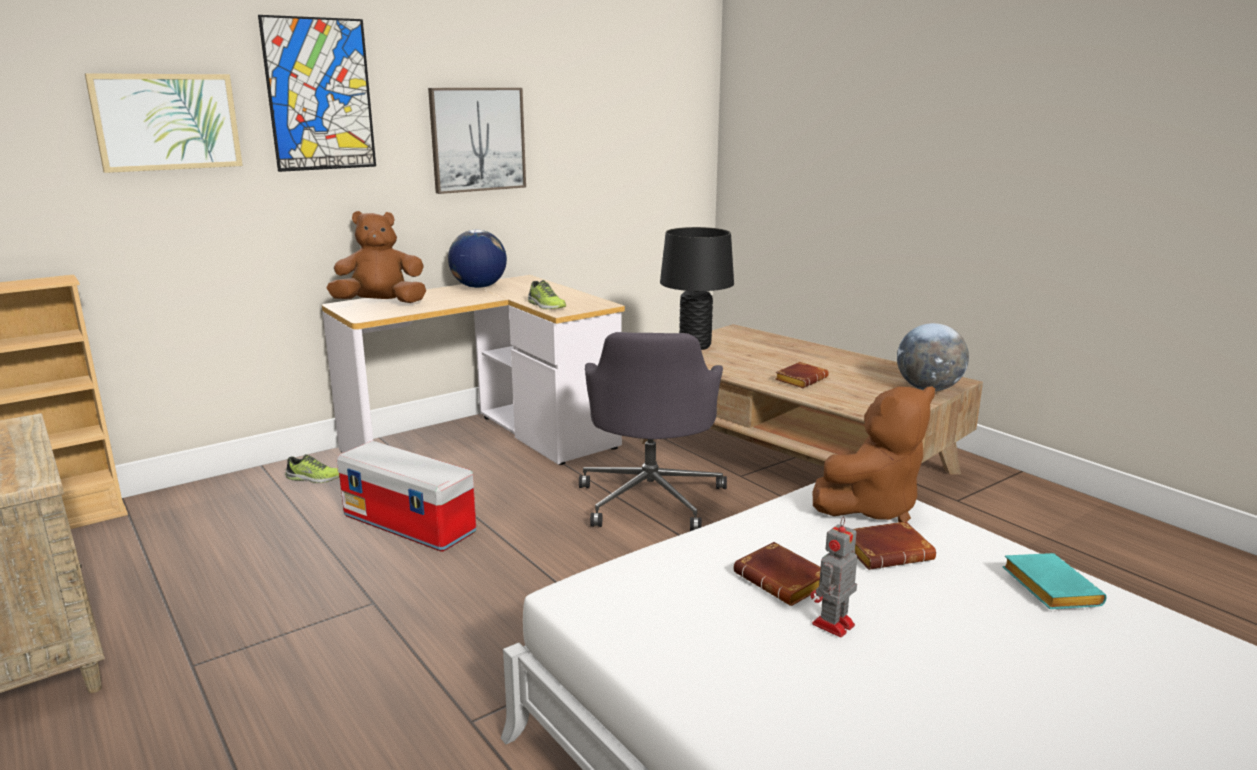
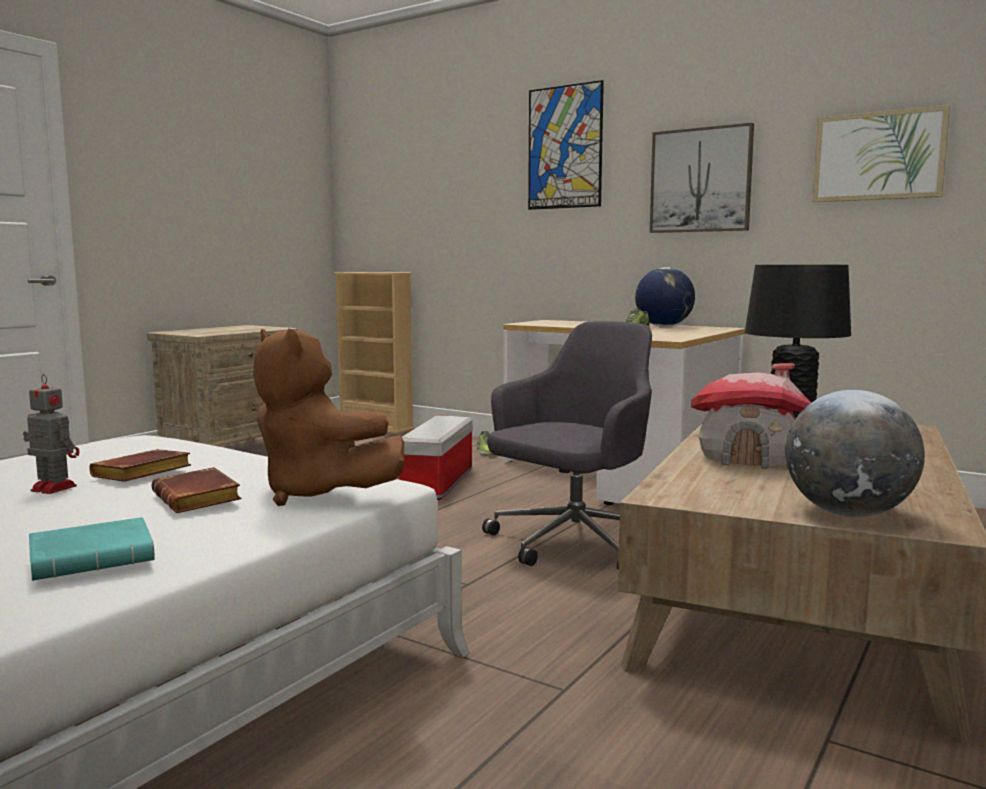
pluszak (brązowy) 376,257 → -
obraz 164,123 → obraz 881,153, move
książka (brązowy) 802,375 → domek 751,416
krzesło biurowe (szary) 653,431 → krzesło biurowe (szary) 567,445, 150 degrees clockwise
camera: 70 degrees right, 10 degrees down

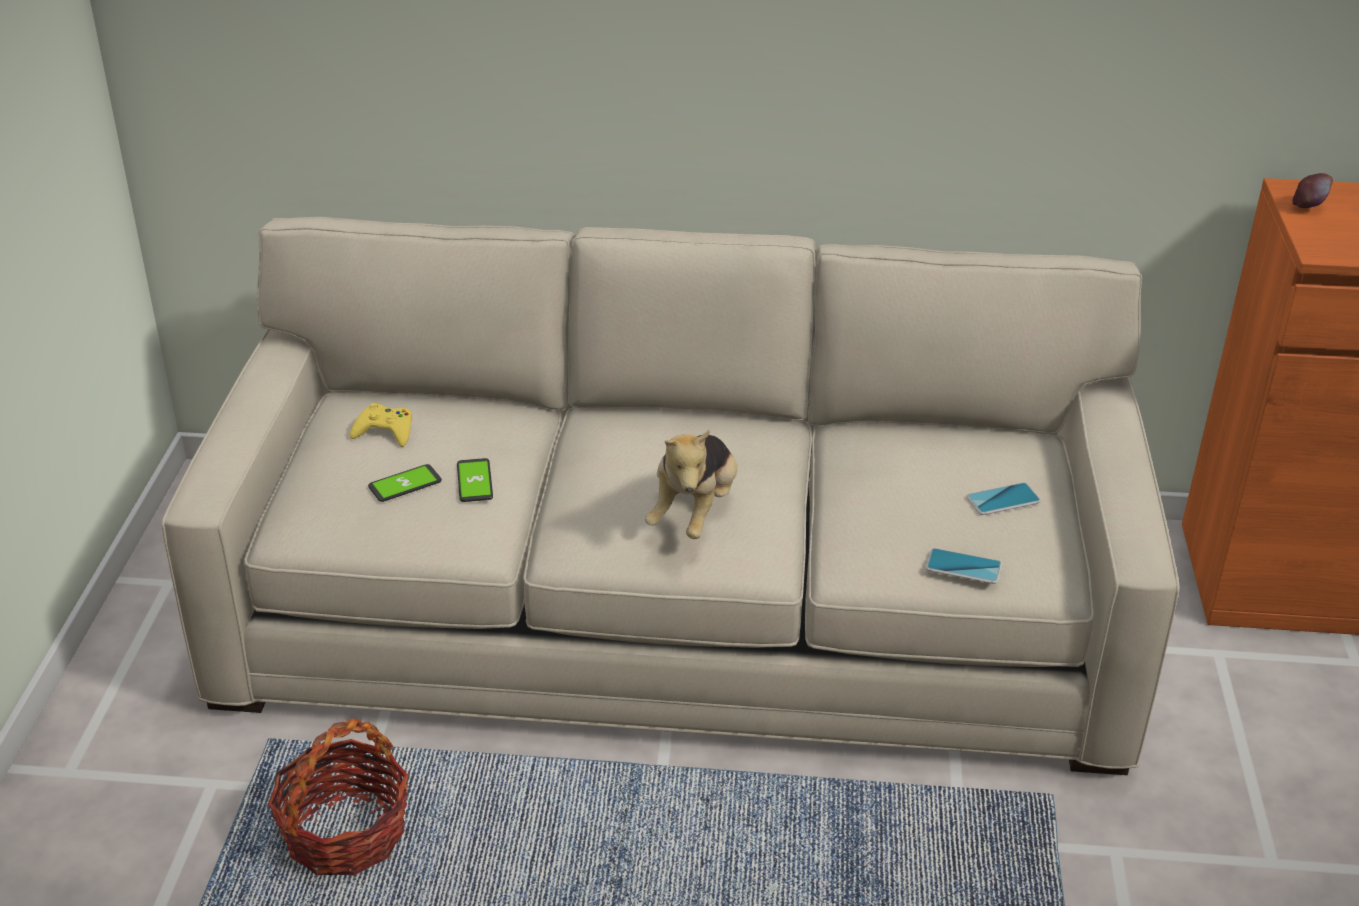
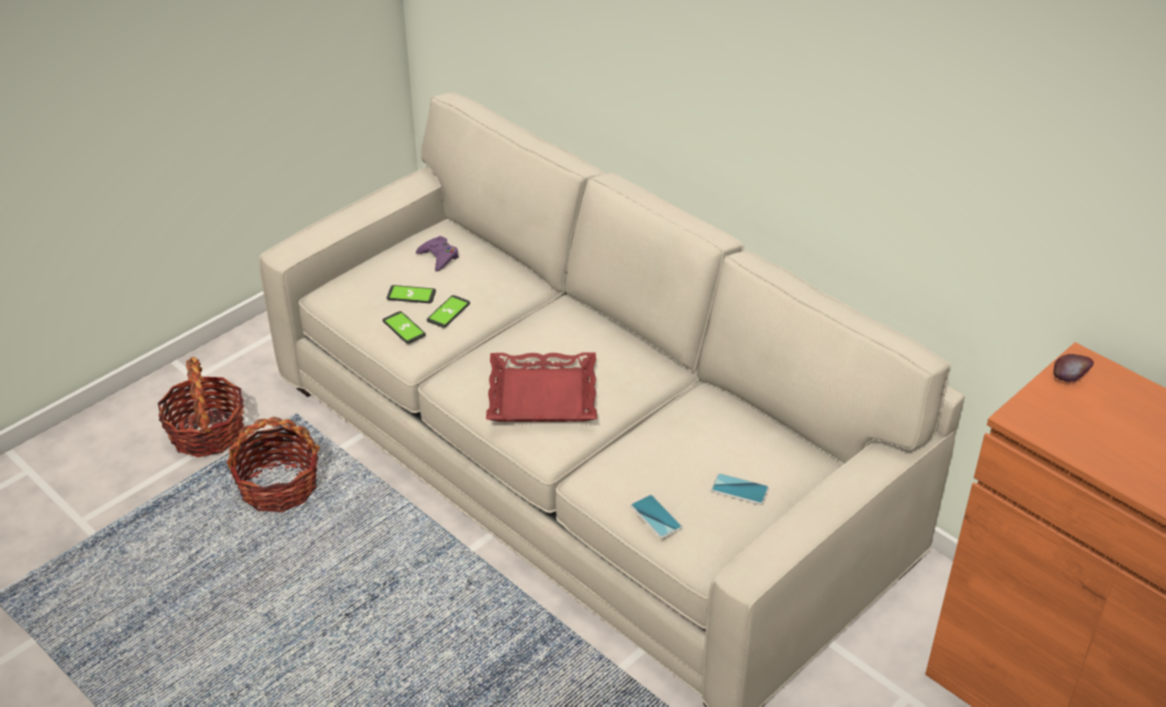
- → koszyk 201,407
- → telefon 404,327
pluszak 691,484 → taca (czerwony) 541,387
pad do gier (żółty) 381,425 → pad do gier (fioletowy) 437,254
camera: 40 degrees right, 5 degrees up

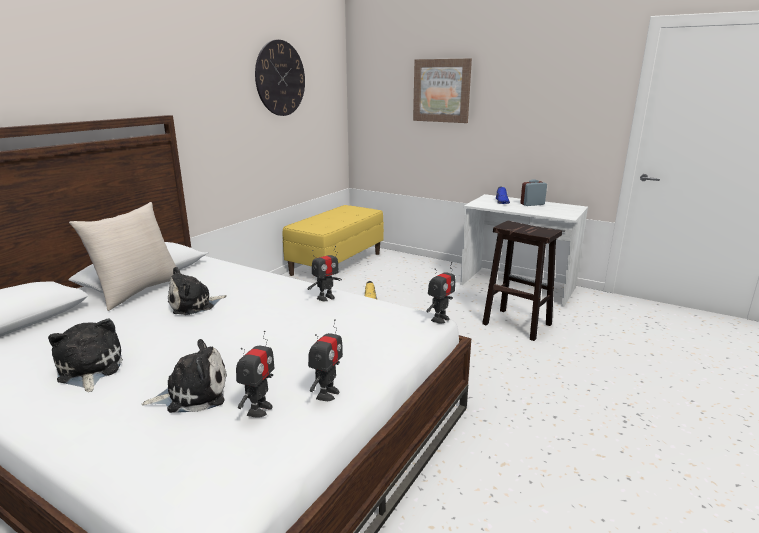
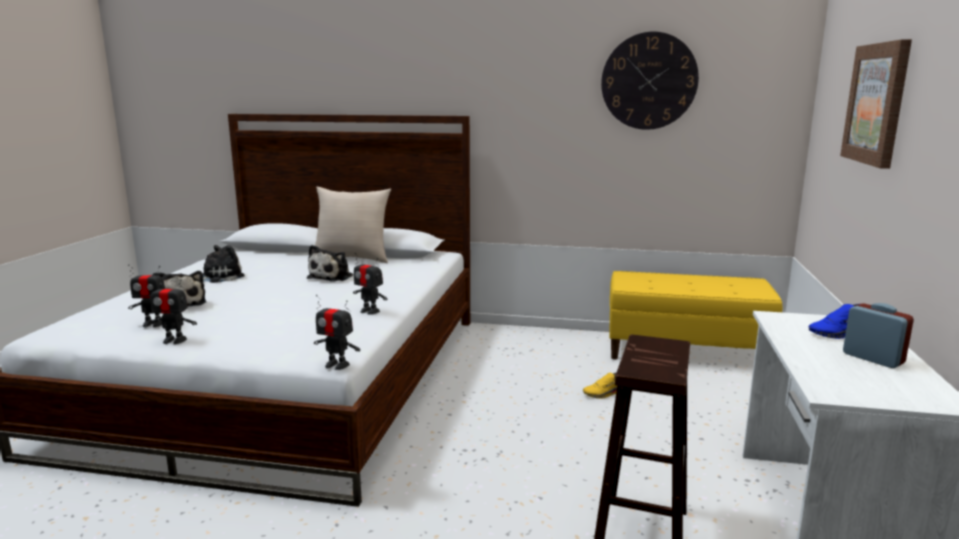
pluszak 197,291 → pluszak 330,263, 105 degrees counterclockwise
camera: 70 degrees right, 5 degrees down

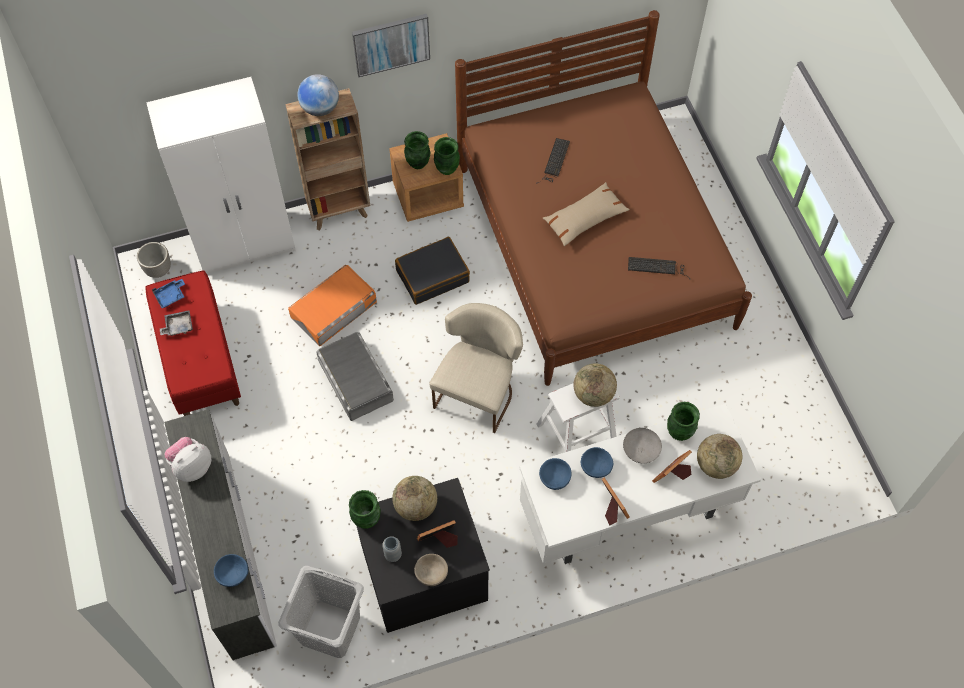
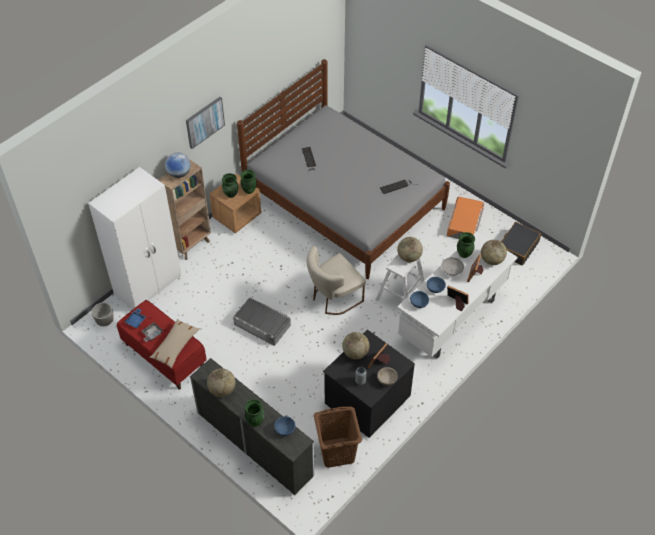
pojemnik do przechowywania (pomarańczowy) 332,305 → pojemnik do przechowywania (pomarańczowy) 465,218, move
wazon (zielony) 365,509 → wazon (zielony) 254,413, move
walizka (czarny) 432,271 → walizka (czarny) 521,244, move
poduszka (beżowy) 586,214 → poduszka (beżowy) 174,343, move
pluszak 188,459 → globus 221,382
kosz na pranie (szary) 321,612 → kosz na pranie (brązowy) 338,437
łóżko (brązowy) 603,198 → łóżko (szary) 343,169
krzesło (beżowy) 476,368 → krzesło (beżowy) 336,280, 120 degrees counterclockwise
camera: 30 degrees left, 10 degrees down

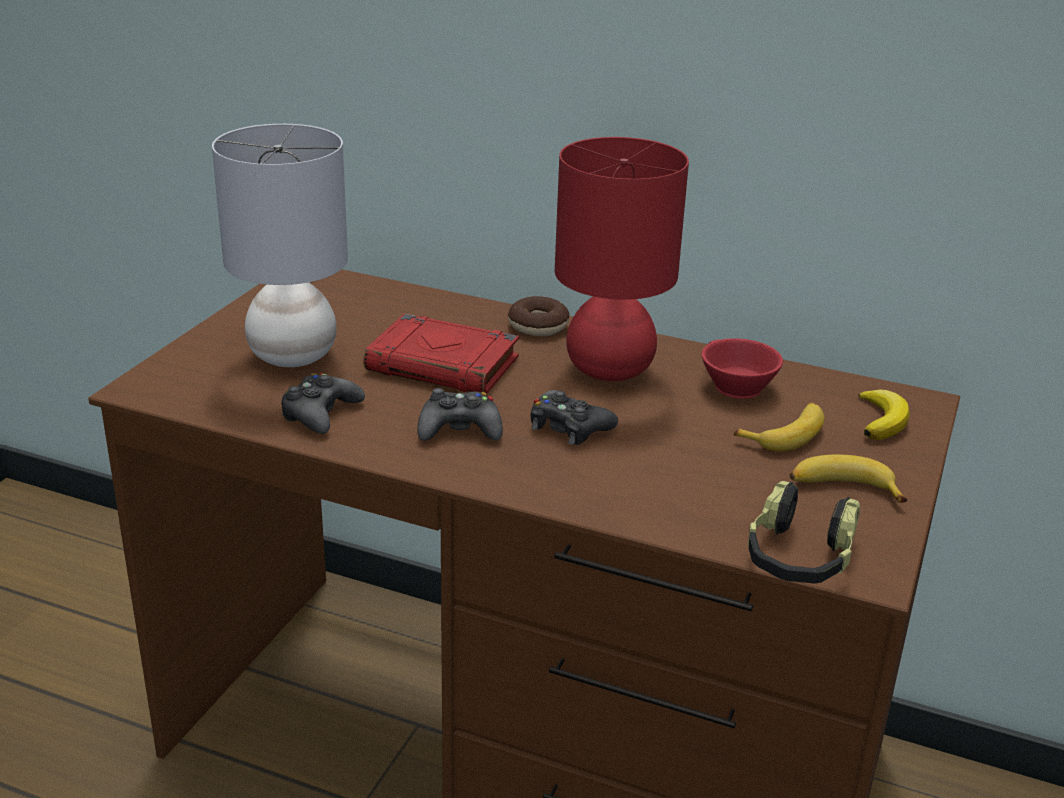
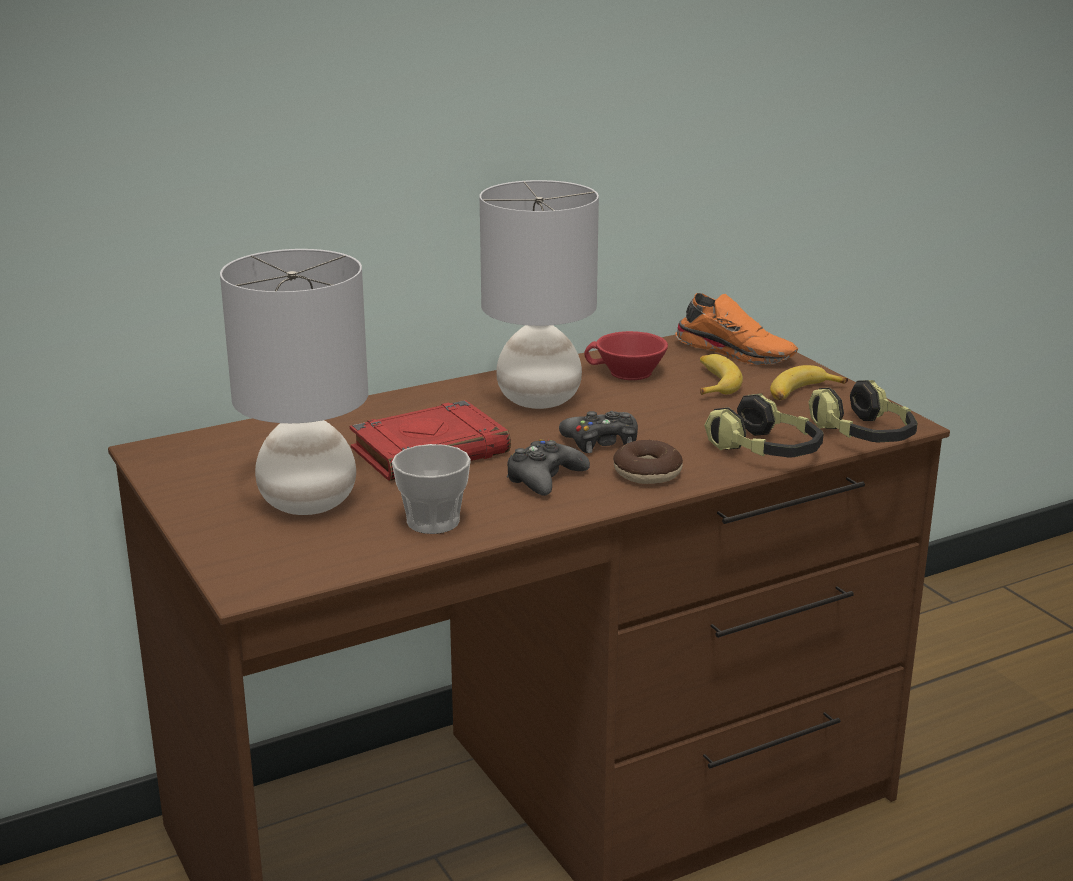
- → słuchawki 764,425
donut 539,316 → donut 648,462, move
pad do gier (czarny) 323,403 → filiżanka 431,489
banan 884,414 → but (pomarańczowy) 736,329
lampa stołowa (czerwony) 622,259 → lampa stołowa (szary) 539,294
camera: 50 degrees left, 5 degrees down

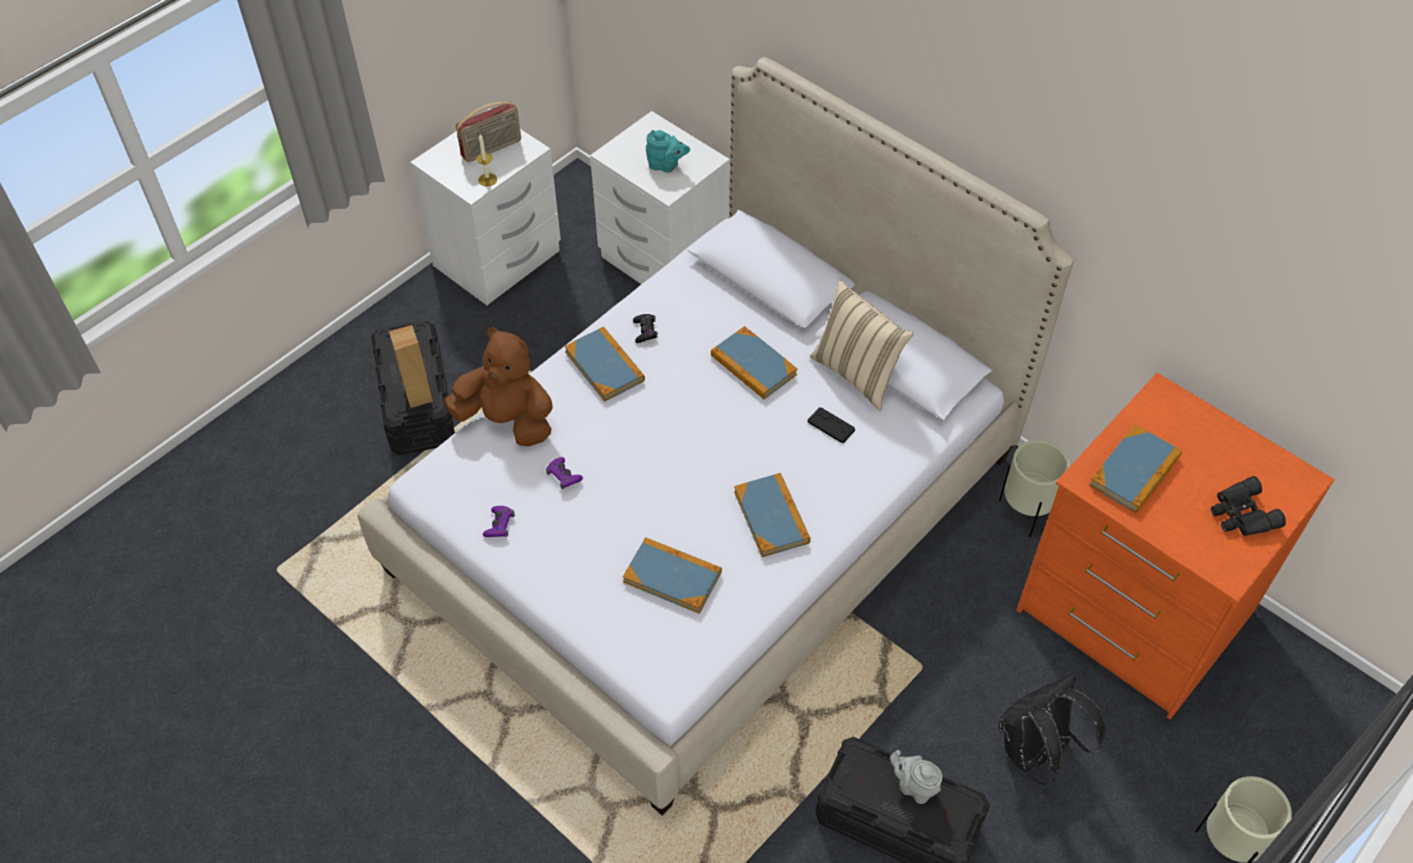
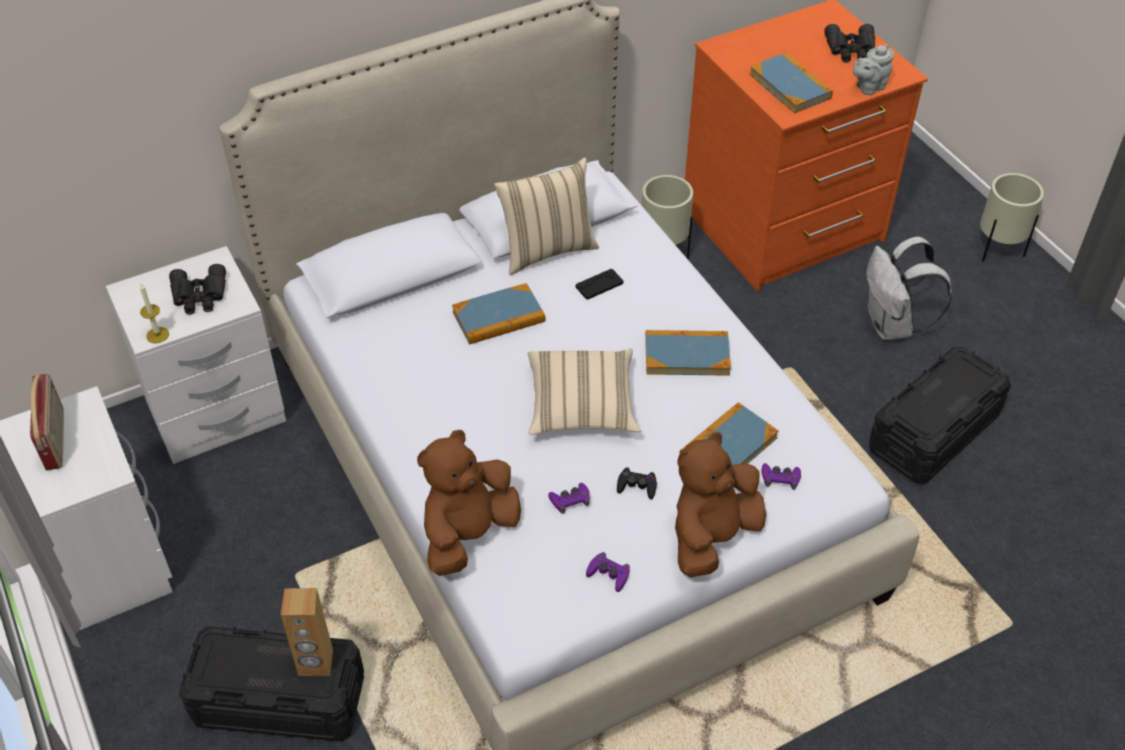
książka 604,364 → -
- → poduszka (beżowy) 584,392
- → pluszak (brązowy) 720,504
- → pad do gier (fioletowy) 781,476
świeca 486,160 → świeca 154,314, move
pad do gier (czarny) 645,328 → pad do gier (czarny) 637,483, move
imbryk (szary) 916,777 → imbryk (szary) 873,69, move
imbryk (turkusowy) 668,151 → lornetka (czarny) 197,289
plecak (czarny) 1052,729 → plecak (biały) 909,288
camera: 70 degrees left, 5 degrees down

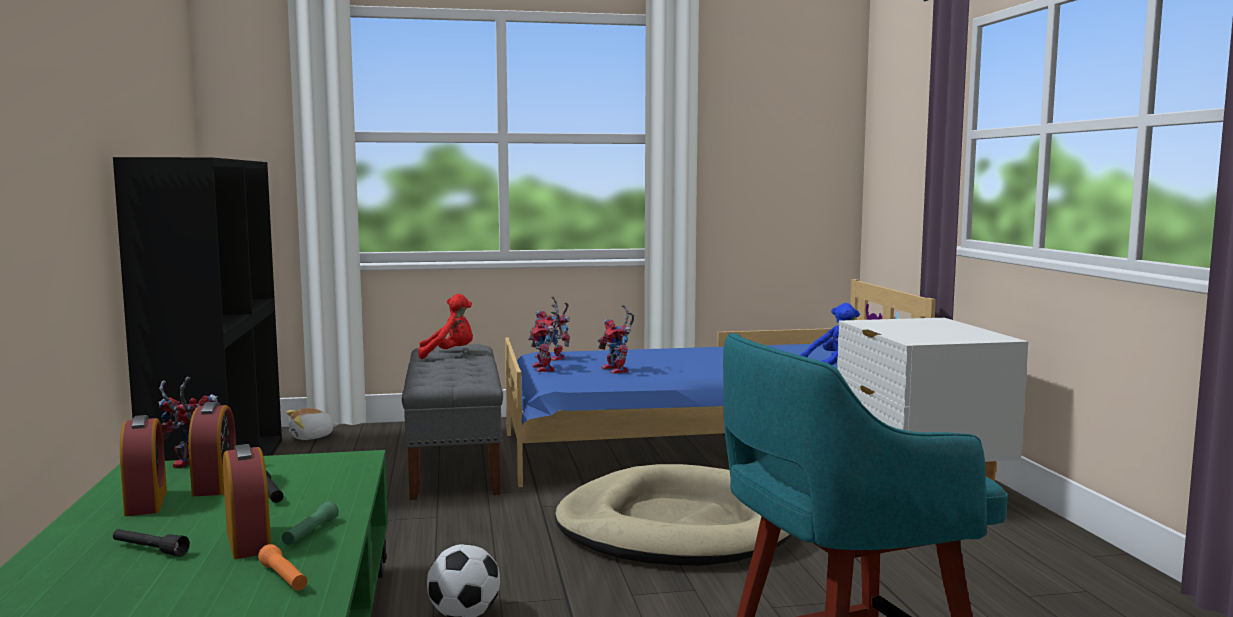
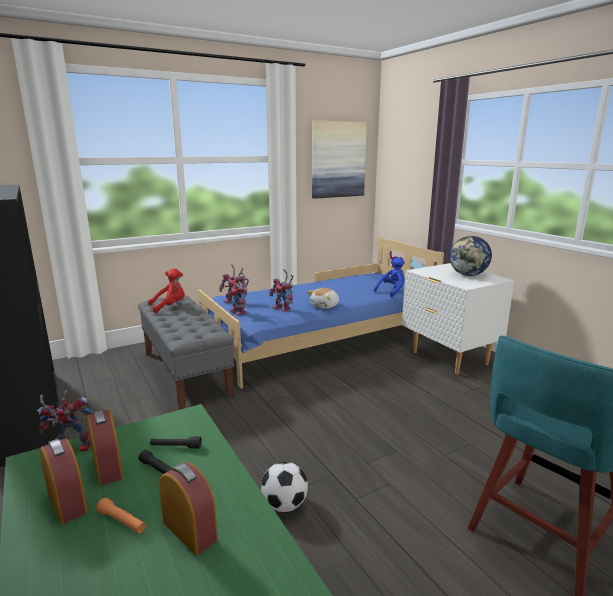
latarka (zielony) 310,523 → -
legowisko (beżowy) 673,515 → -
- → obraz 339,160
- → globus 471,256
latarka (czarny) 151,543 → latarka (czarny) 176,442, move
latarka (pomarańczowy) 283,567 → latarka (pomarańczowy) 121,515, move
pluszak 312,424 → pluszak 323,298, move
camera: 20 degrees left, 10 degrees up

